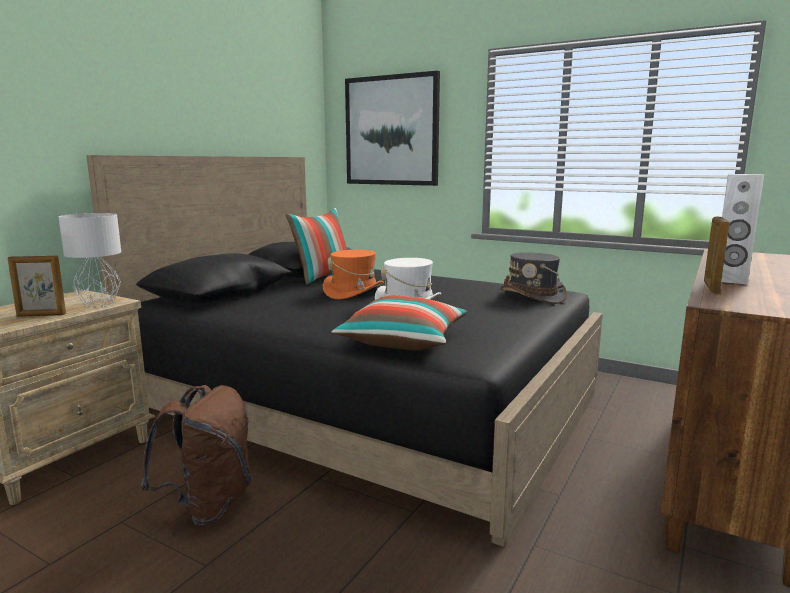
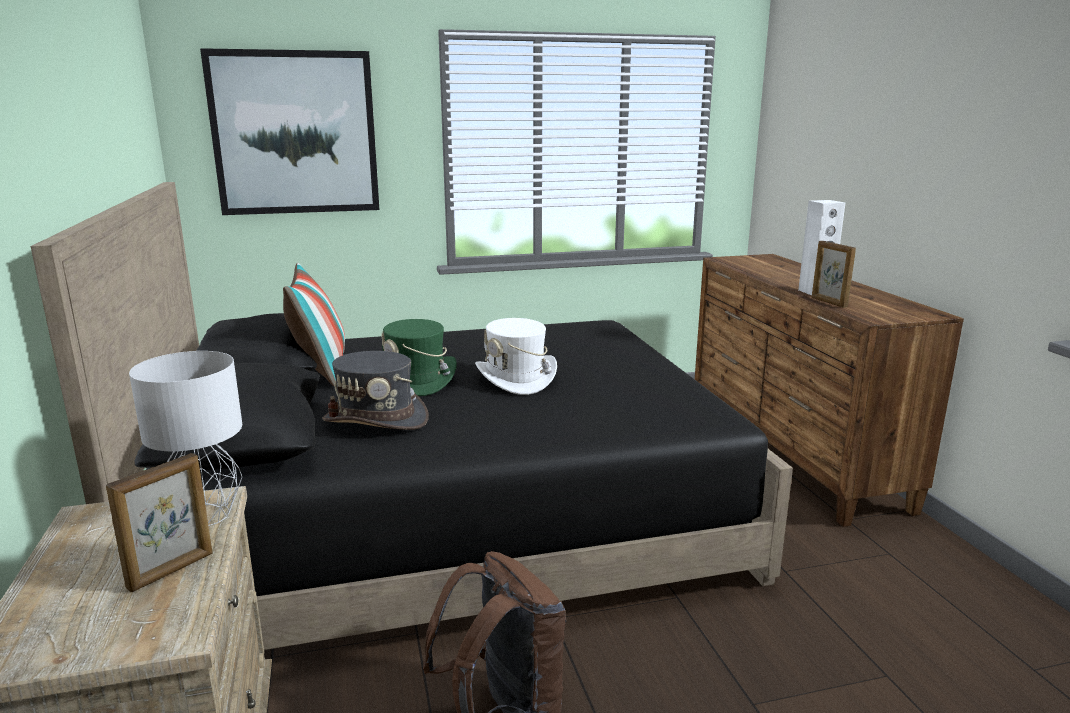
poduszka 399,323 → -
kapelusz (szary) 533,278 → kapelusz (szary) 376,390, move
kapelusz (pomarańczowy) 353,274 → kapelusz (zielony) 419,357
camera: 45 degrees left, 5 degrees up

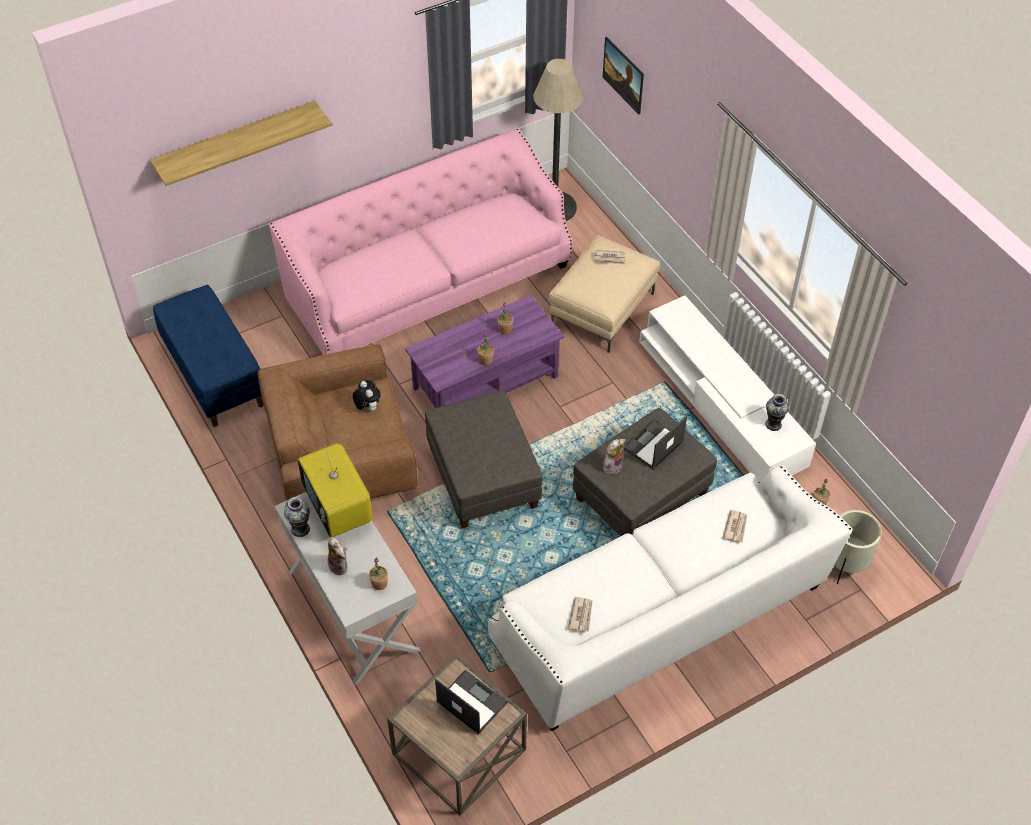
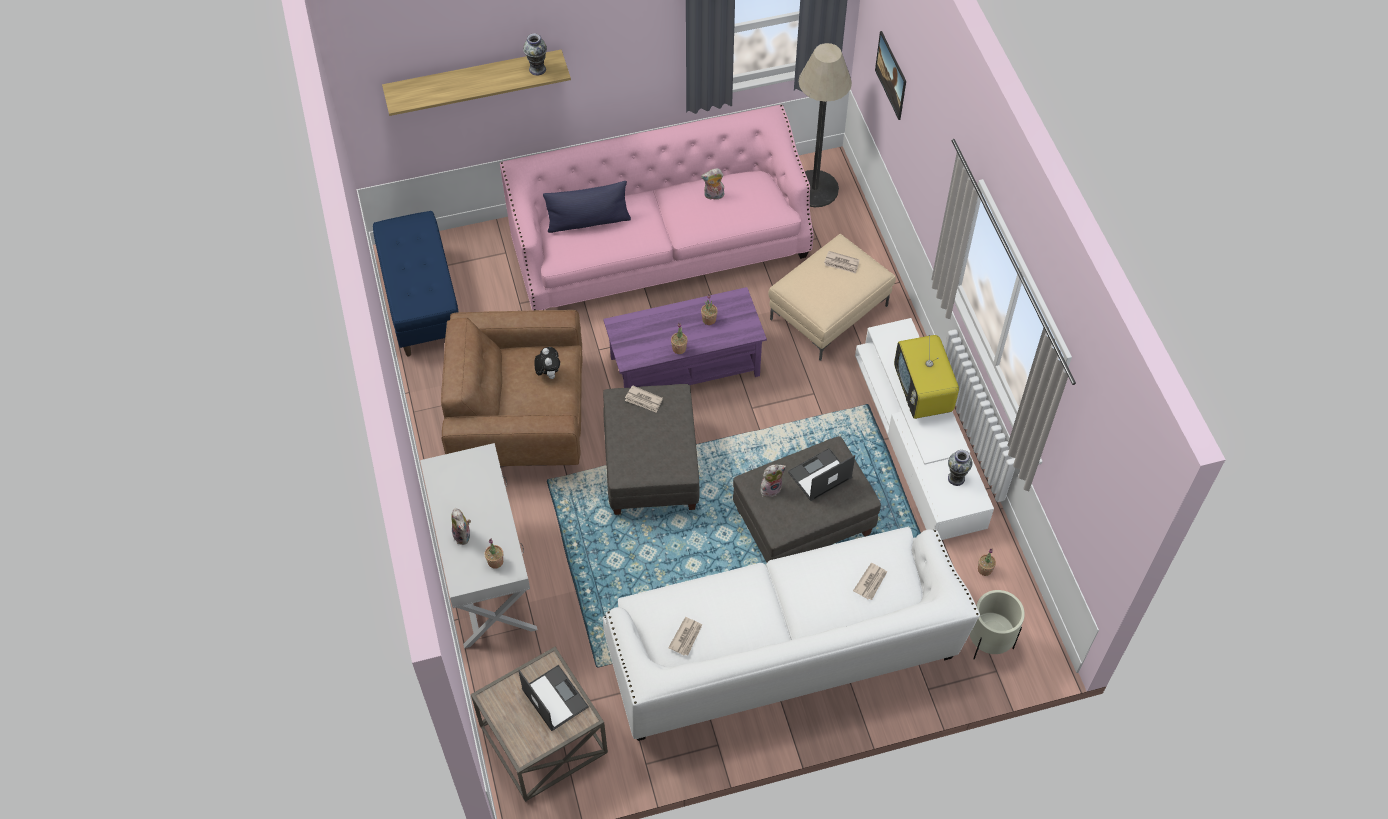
- → poduszka (niebieski) 587,207
- → gazeta 644,398
- → pluszak 712,184
wazon 297,517 → wazon 535,54, move
telewizor 335,490 → telewizor 926,376, move
camera: 15 degrees right, 5 degrees up

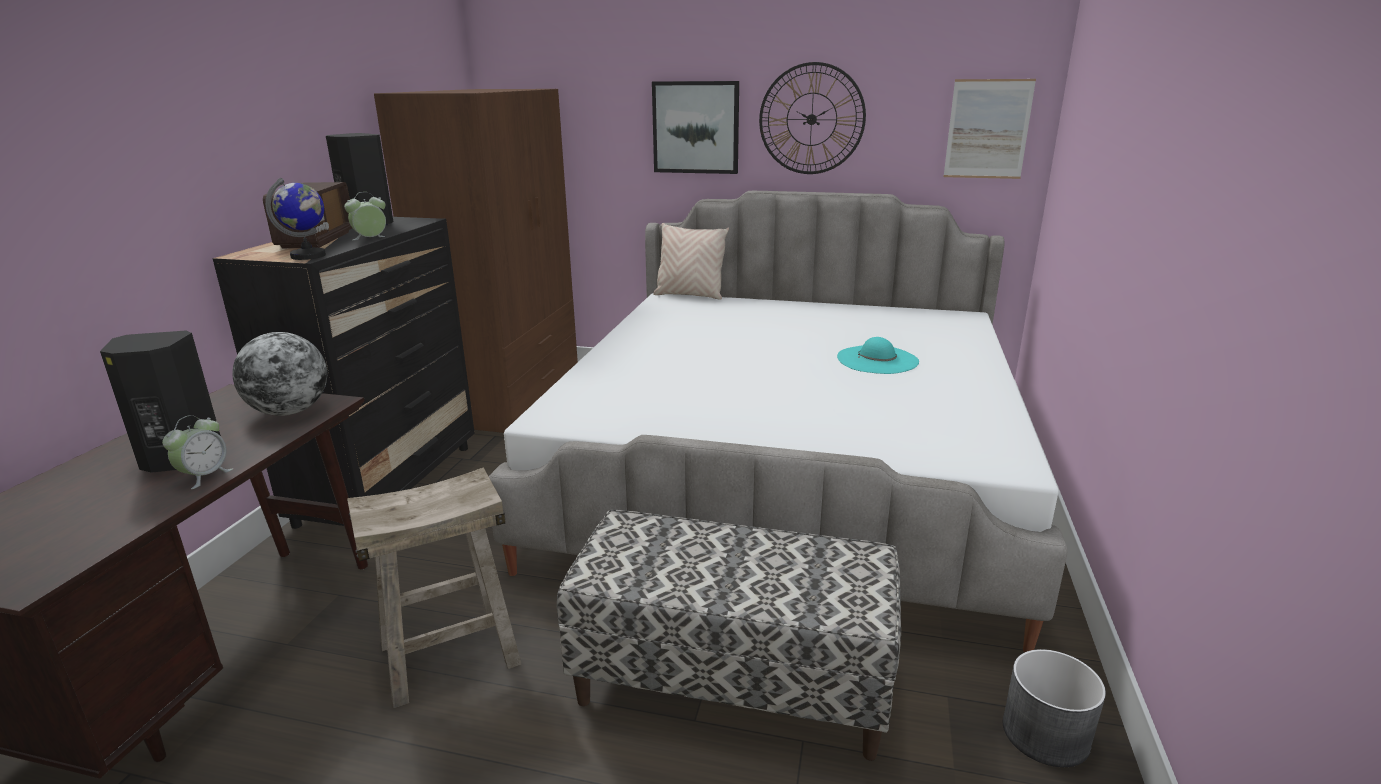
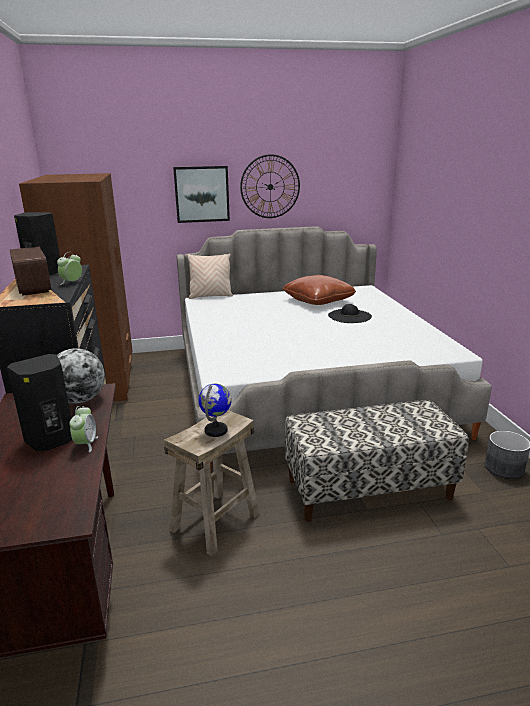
obraz 989,129 → -
- → poduszka (brązowy) 319,290
globus 295,219 → globus 215,410, move
kapelusz (turkusowy) 878,355 → kapelusz (czarny) 350,313
camera: 25 degrees left, 0 degrees up

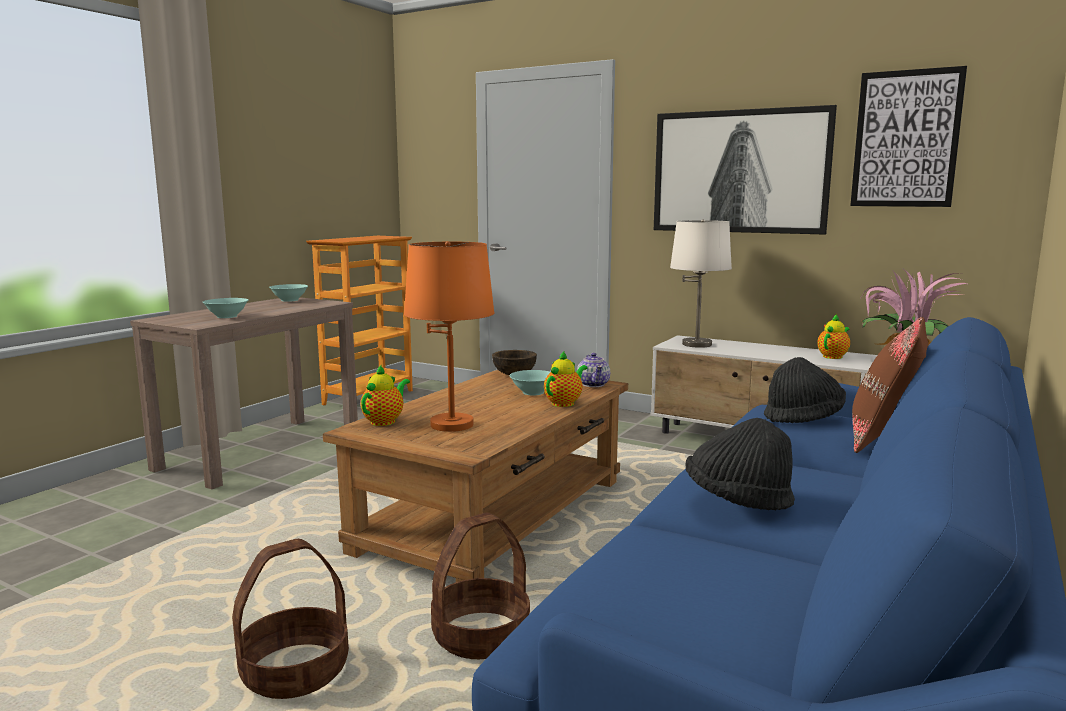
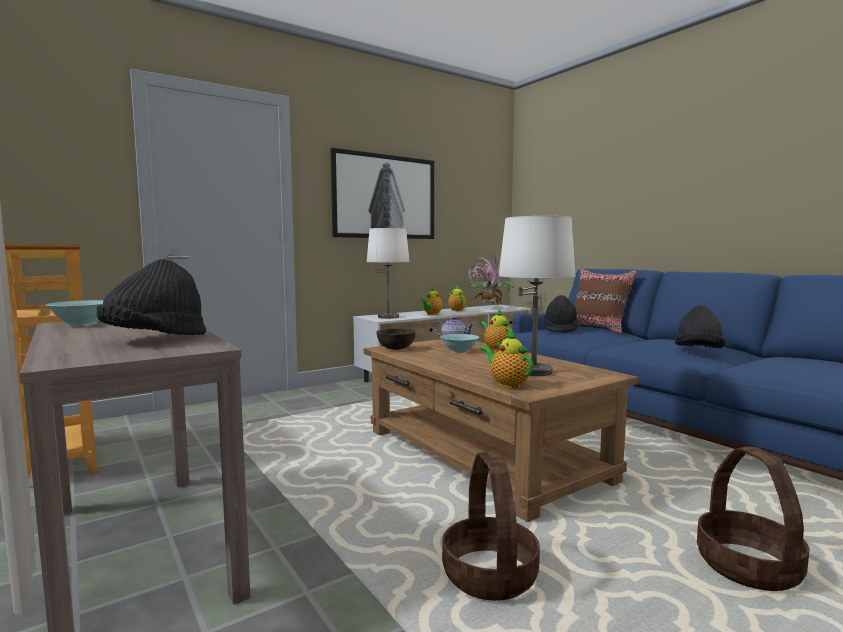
obraz 908,136 → -
- → imbryk 431,300
koszyk 480,586 → koszyk 491,526, move
miska (turkusowy) 225,308 → kapelusz (czarny) 152,297
lampa stołowa (pomarańczowy) 449,336 → lampa stołowa (biały) 537,296
camera: 65 degrees left, 5 degrees down

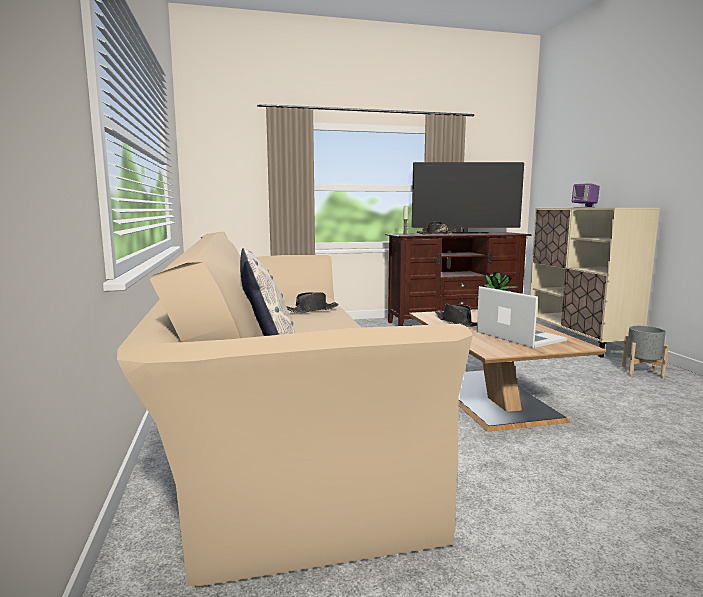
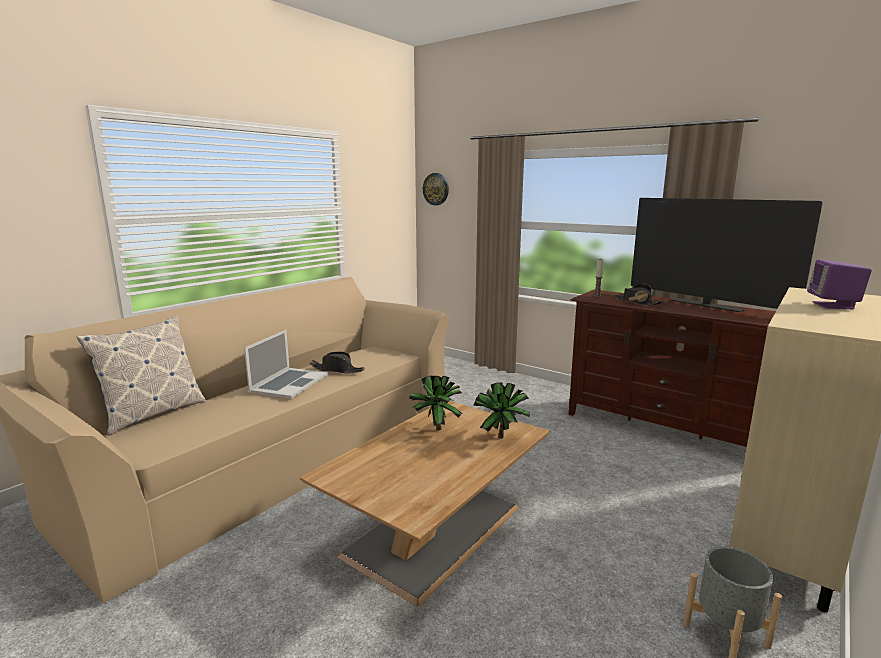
- → zegar ścienny 436,189
laptop 522,317 → laptop 286,364, move
kapelusz (czarny) 456,315 → roślina doniczkowa 435,402
camera: 50 degrees right, 5 degrees up

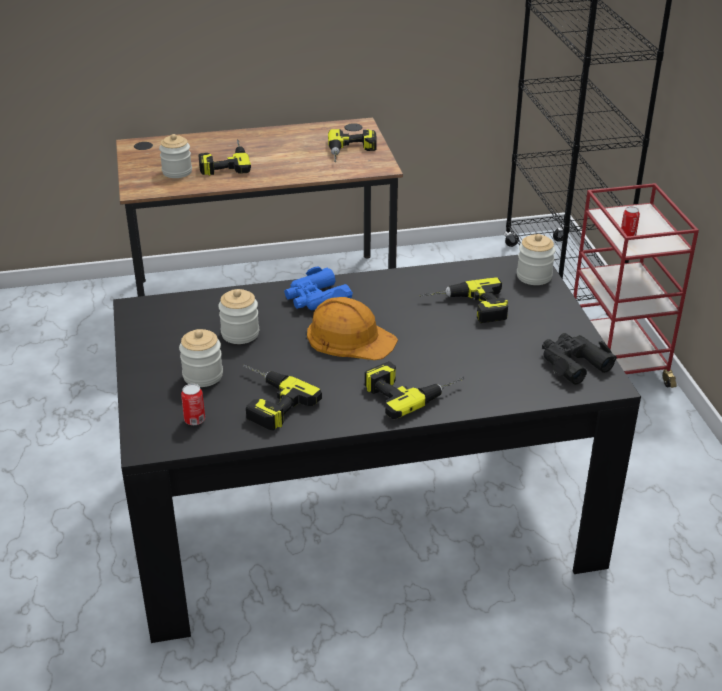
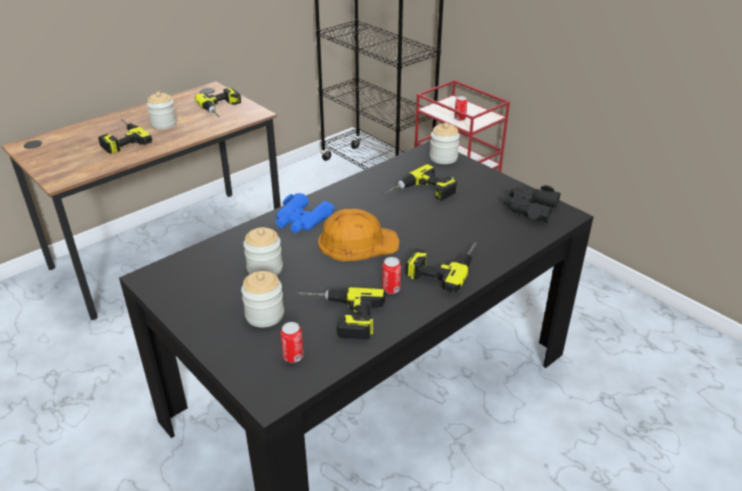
- → puszka 391,275
słoik 175,156 → słoik 162,110, move
camera: 30 degrees left, 0 degrees up

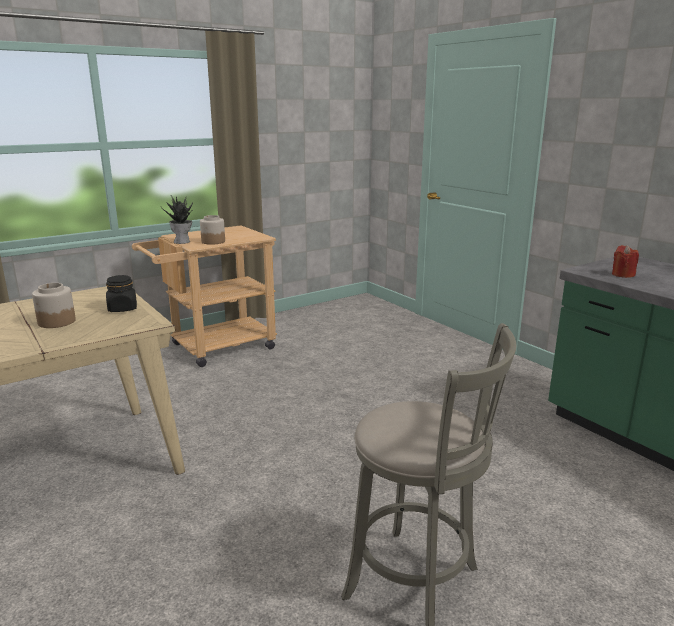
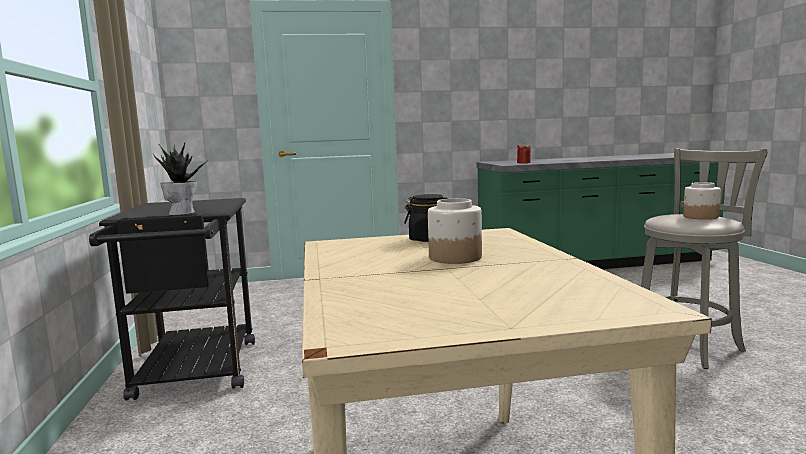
słoik 212,230 → słoik 702,201, move
wózek (beżowy) 204,296 → wózek (czarny) 172,299
camera: 65 degrees left, 10 degrees down

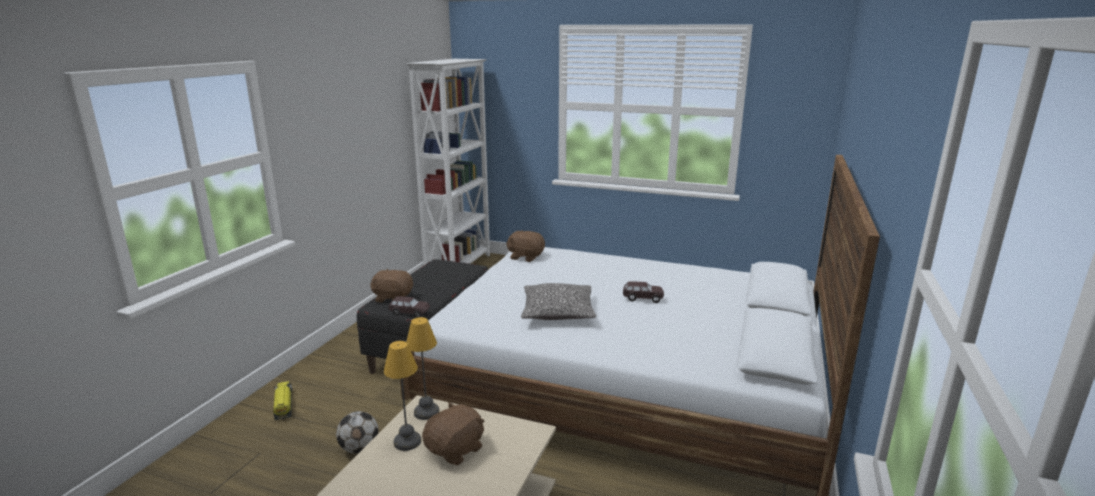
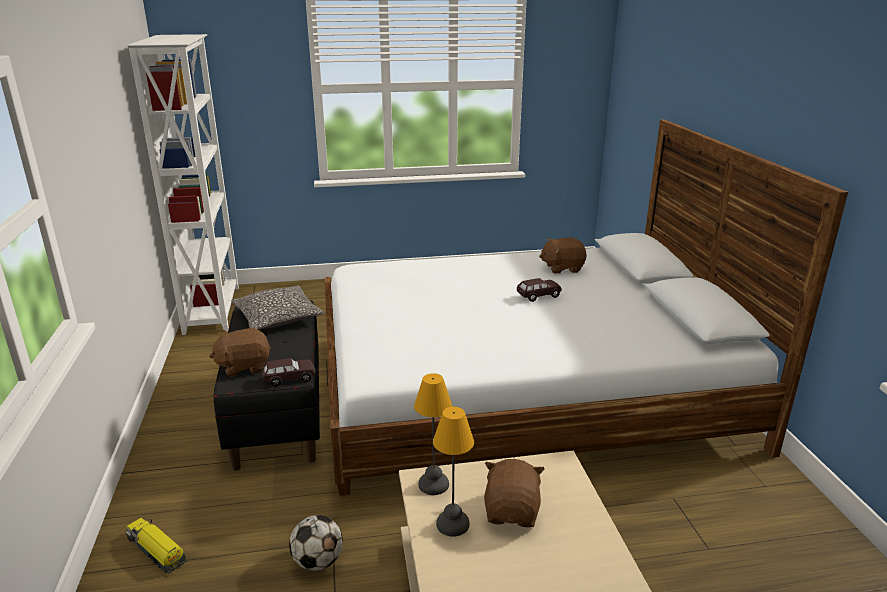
pluszak (brązowy) 525,246 → pluszak (brązowy) 563,256, move
poduszka 558,301 → poduszka 277,307, move
camera: 30 degrees left, 5 degrees up

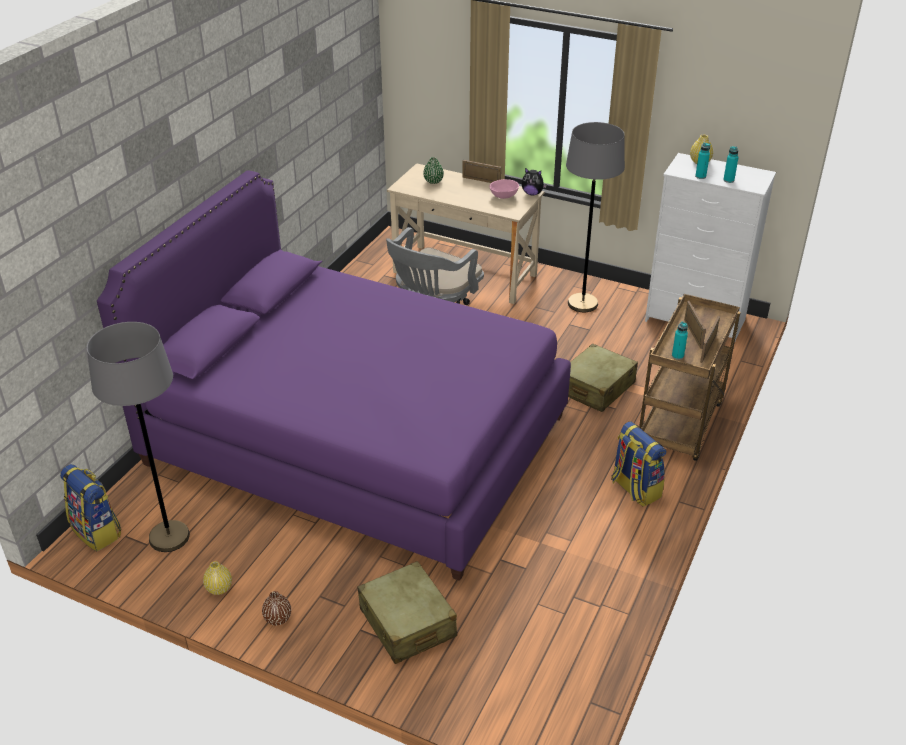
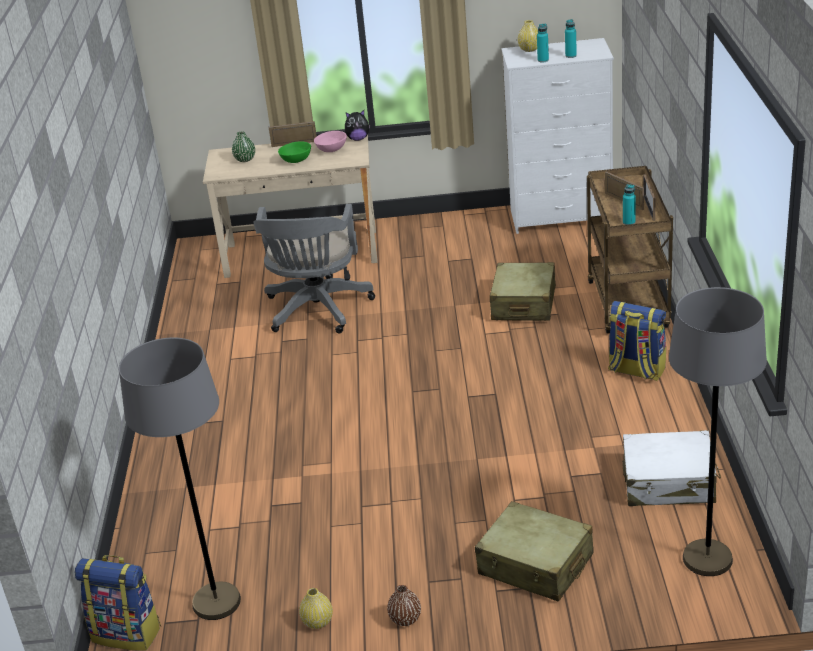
łóżko (fioletowy) 334,375 → -
- → miska (zielony) 294,152
- → walizka (biały) 671,468
lampa stojąca (szary) 595,217 → lampa stojąca (szary) 718,431, move
camera: 25 degrees left, 5 degrees down

